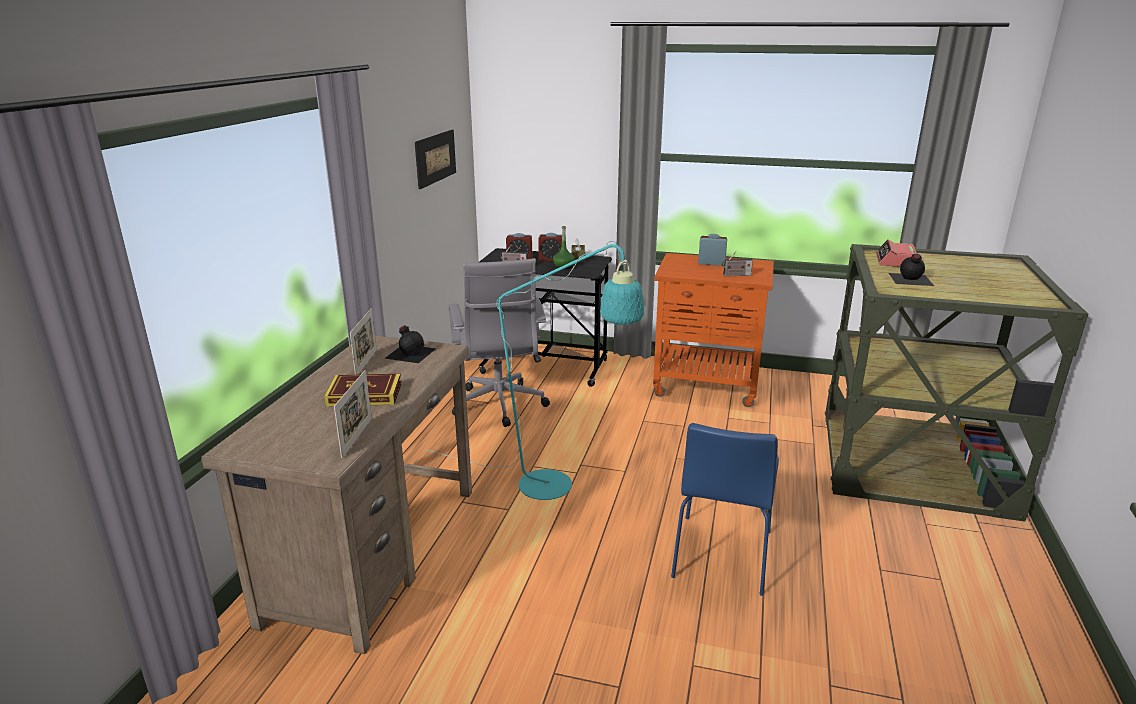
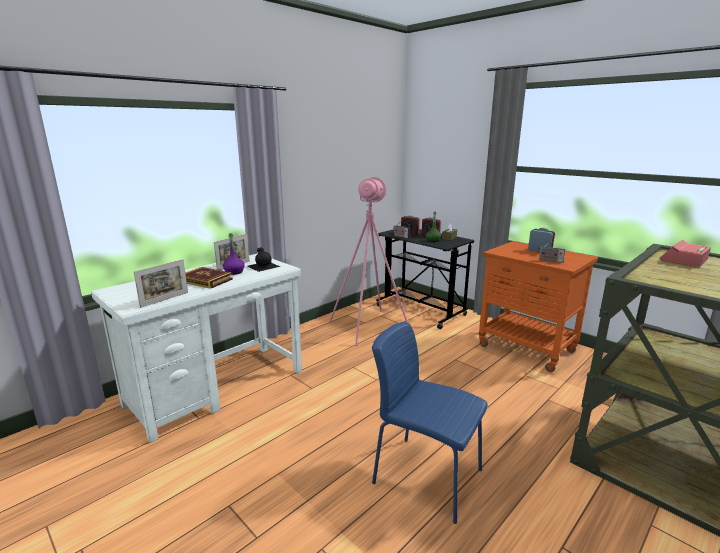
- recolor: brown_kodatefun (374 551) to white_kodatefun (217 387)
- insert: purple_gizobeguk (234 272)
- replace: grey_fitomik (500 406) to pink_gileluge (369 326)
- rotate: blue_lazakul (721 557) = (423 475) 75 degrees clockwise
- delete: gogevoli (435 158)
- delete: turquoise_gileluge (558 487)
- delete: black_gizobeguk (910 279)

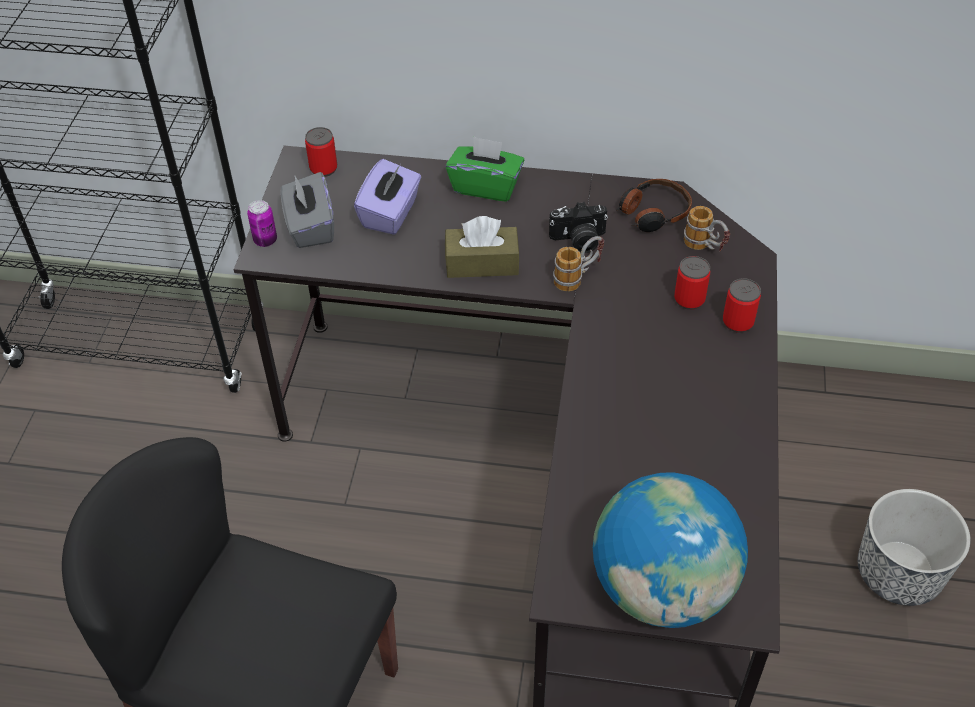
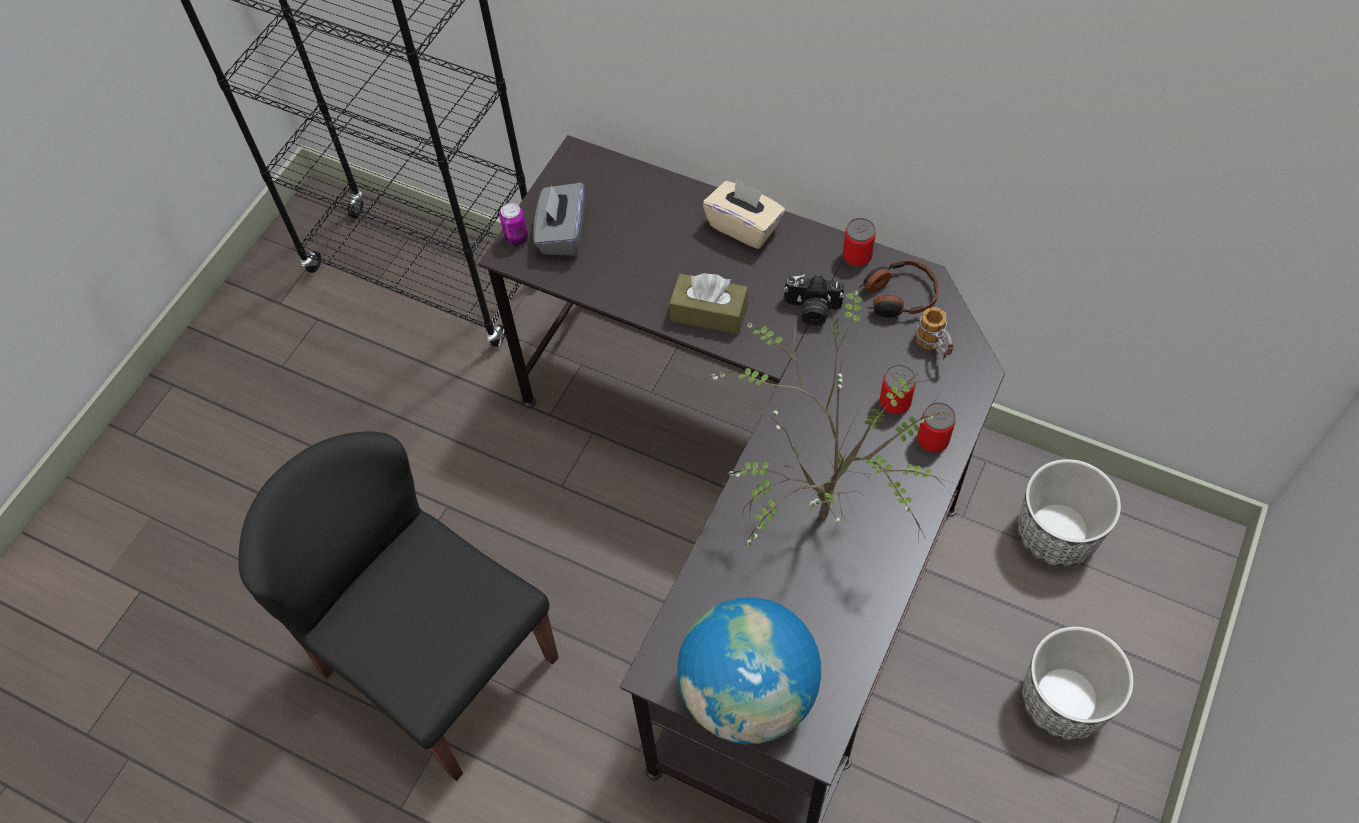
- recolor: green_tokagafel (486 186) to beige_tokagafel (744 226)
- insert: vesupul (818 509)
- move: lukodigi (323 168) to (857 256)
- insert: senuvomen (1057 533)
- delete: purple_tokagafel (390 214)
- delete: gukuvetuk (578 277)

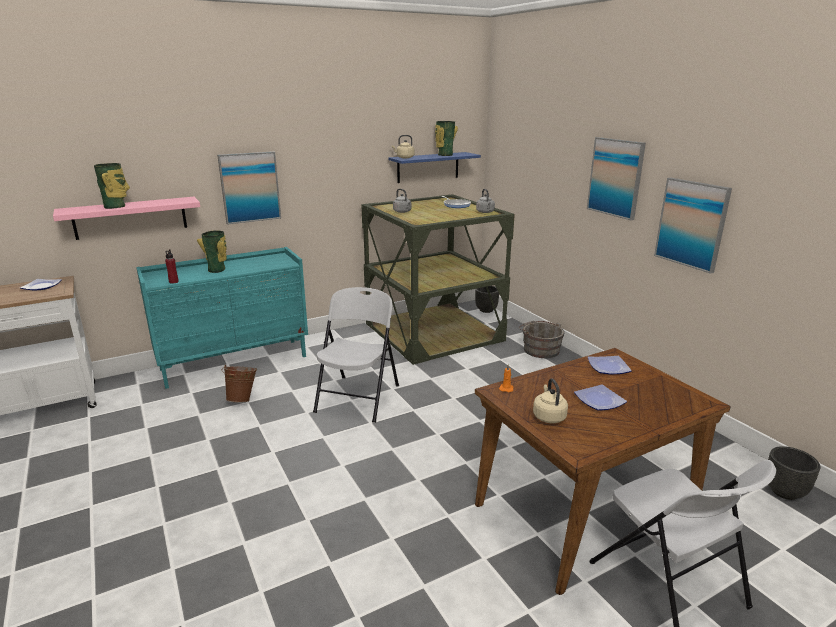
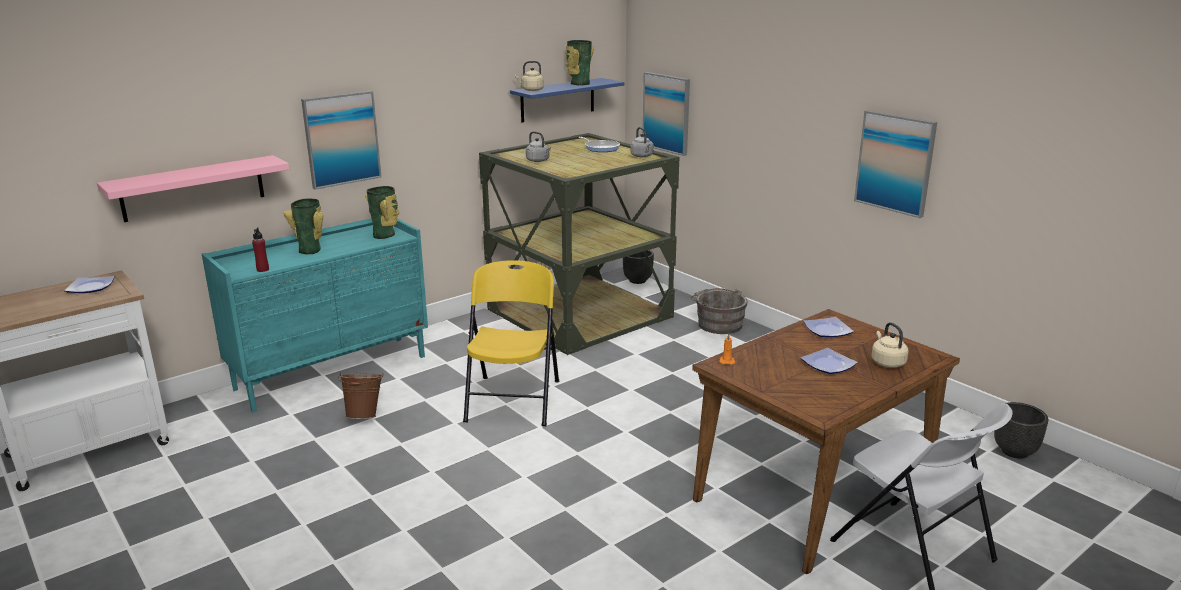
- move: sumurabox (116 206) to (385 235)
- recolor: white_lazakul (358 398) to yellow_lazakul (513 401)
- move: gogevoli (616 177) to (667 113)
- move: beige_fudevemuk (548 416) to (887 362)

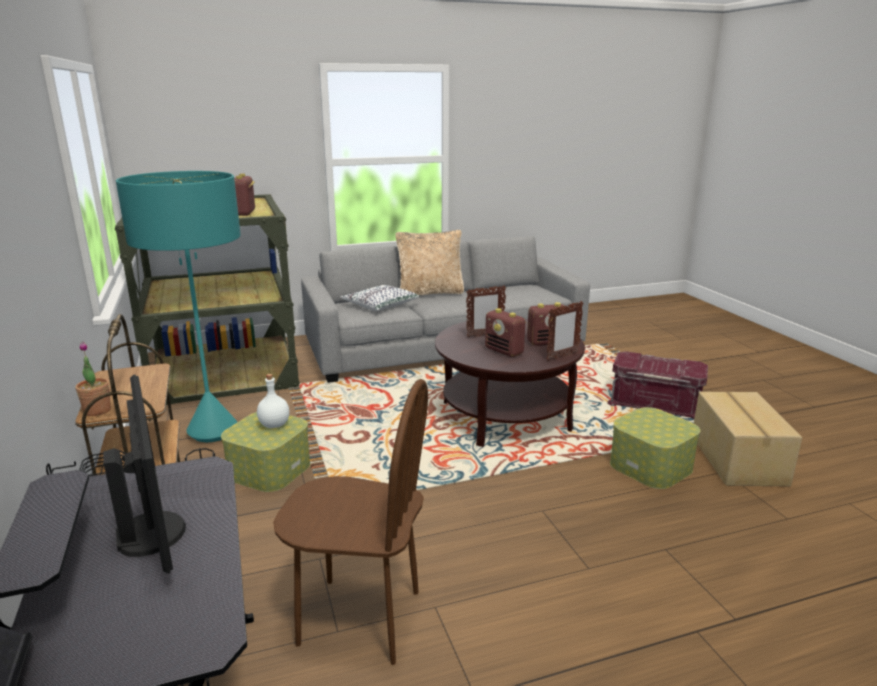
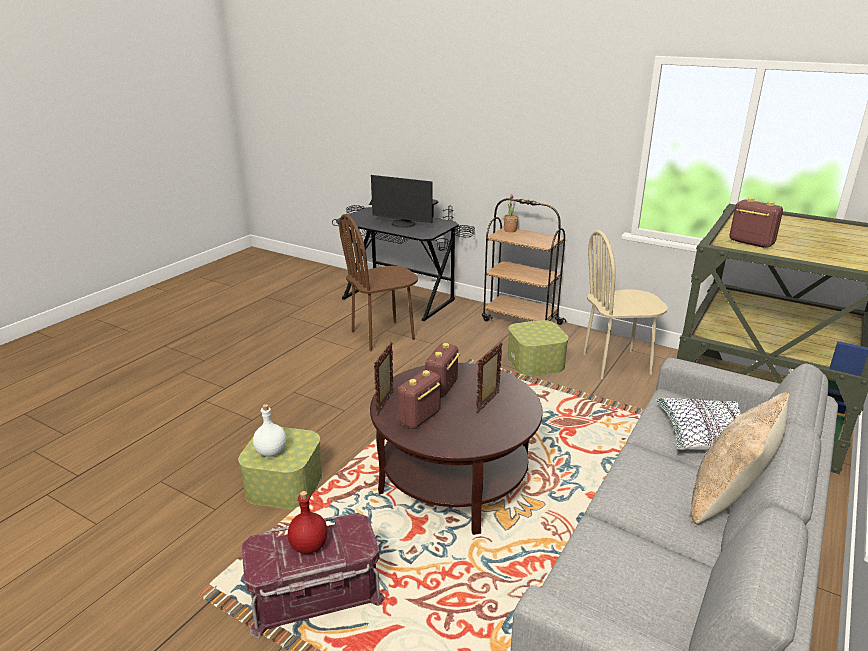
- move: white_gizobeguk (274 424) to (271 452)
- insert: red_gizobeguk (309 546)
- rotate: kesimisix (504 351) = (442 389) 75 degrees counterclockwise
- replace: turquoise_gileluge (213 433) to beige_lazakul (616 364)
- delete: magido (736 459)

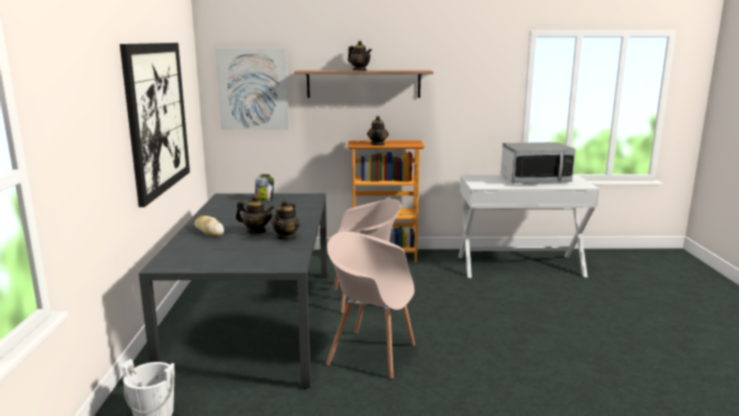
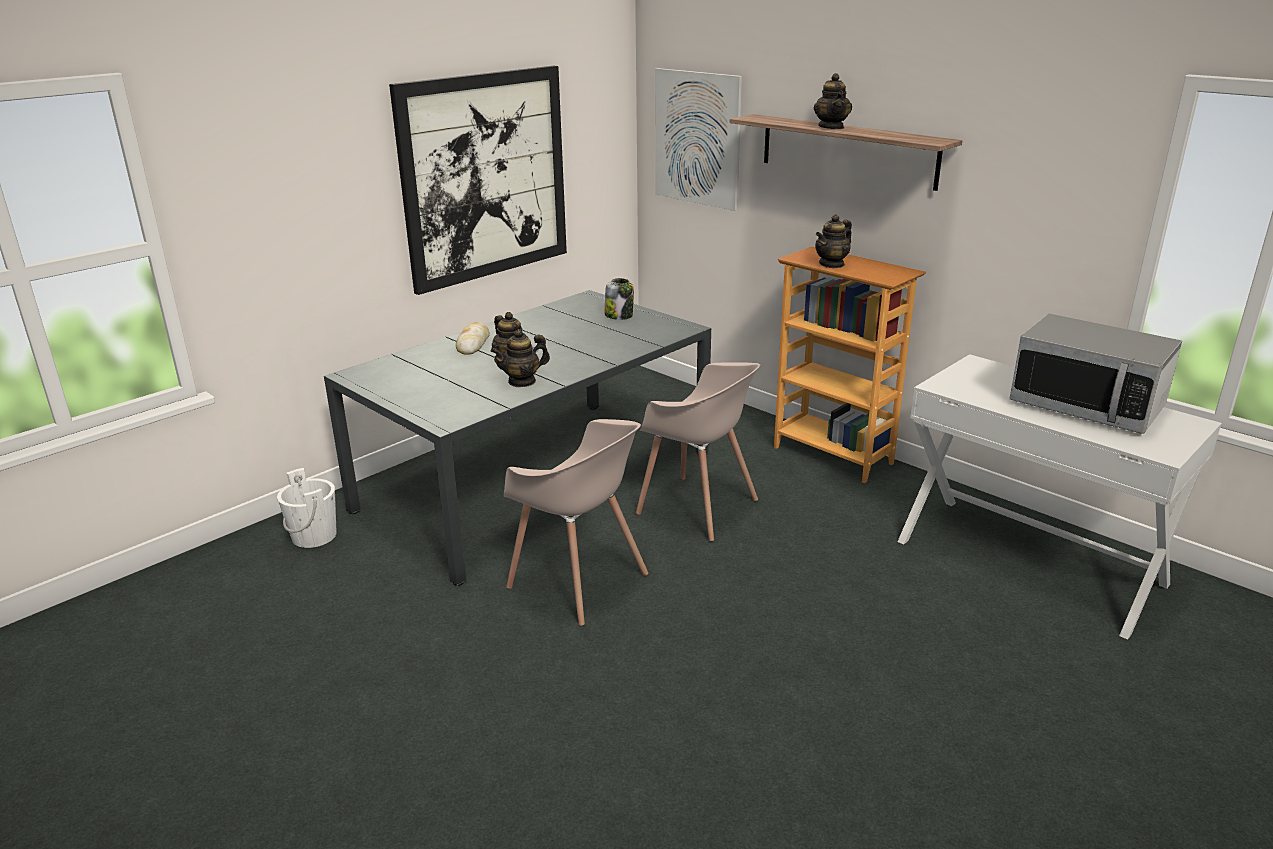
- rotate: beige_lazakul (370 354) = (578 582) 150 degrees clockwise

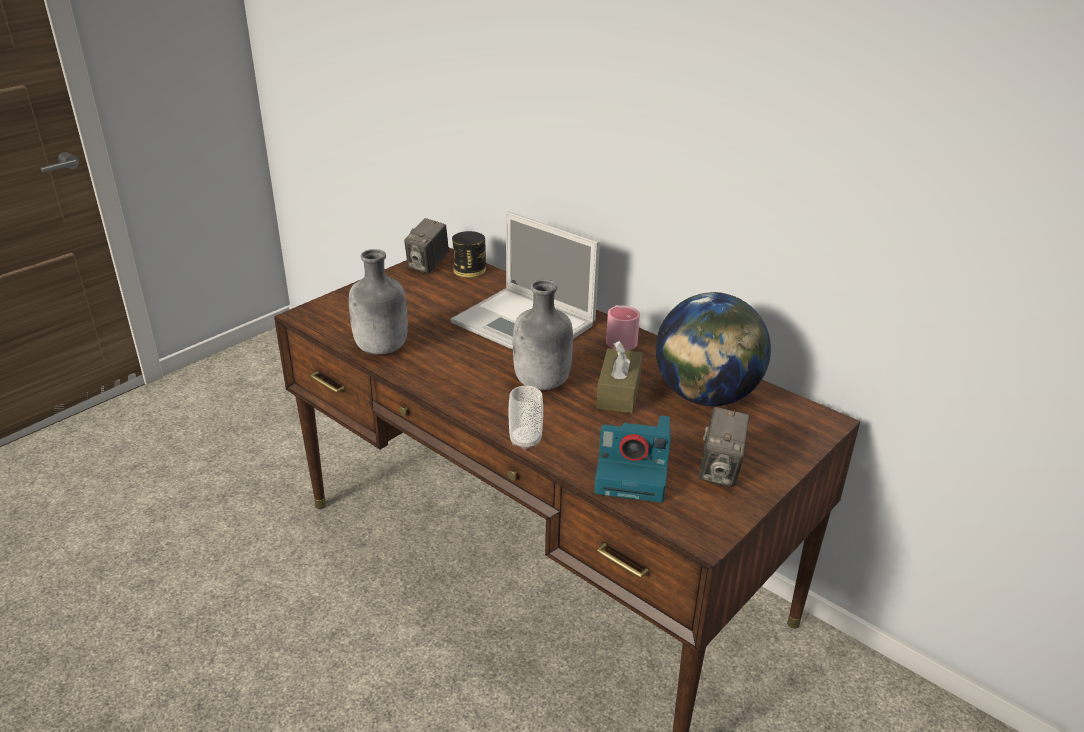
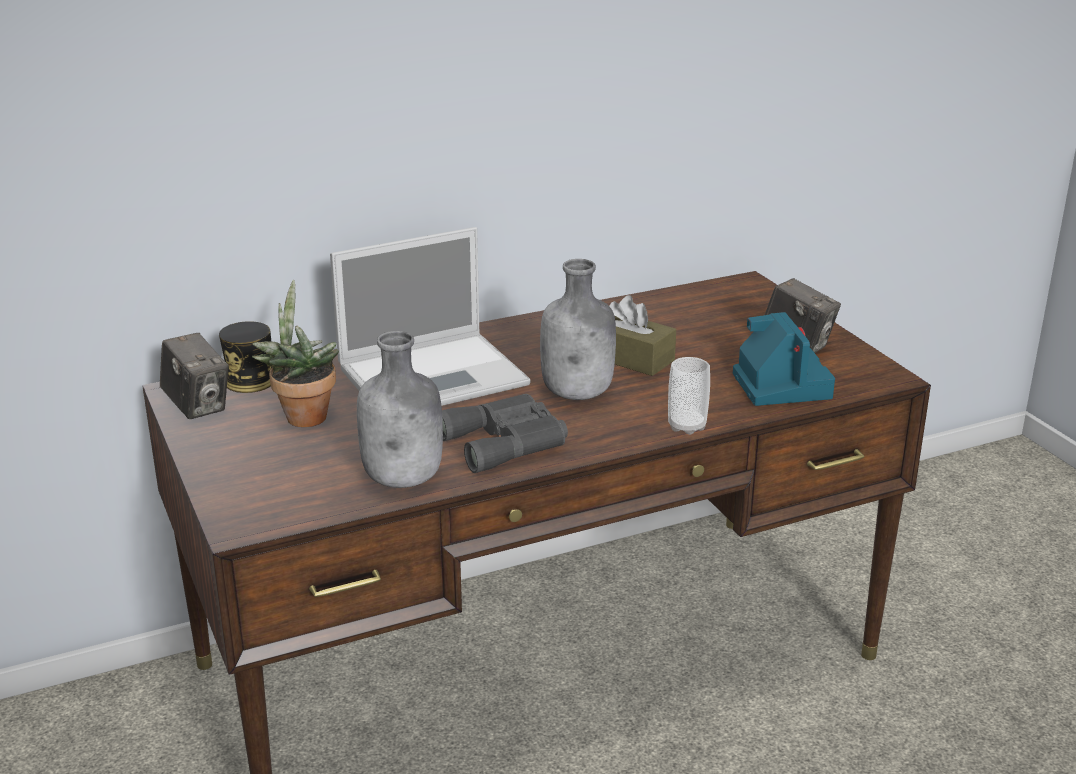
- insert: vesupul (303 415)
- insert: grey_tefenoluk (507 441)
- rotate: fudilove (634 474) = (779 384) 45 degrees counterclockwise
- delete: pink_gukuvetuk (619 338)
- delete: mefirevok (705 397)

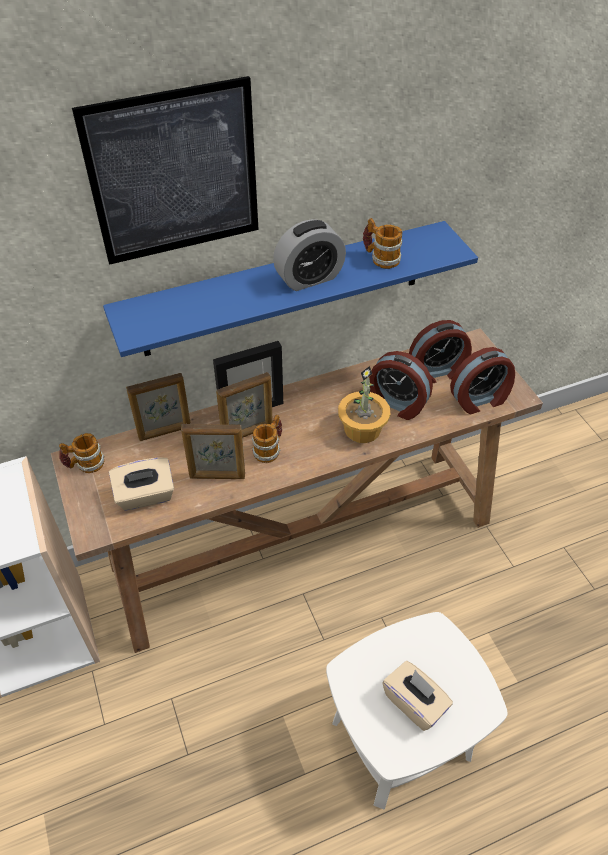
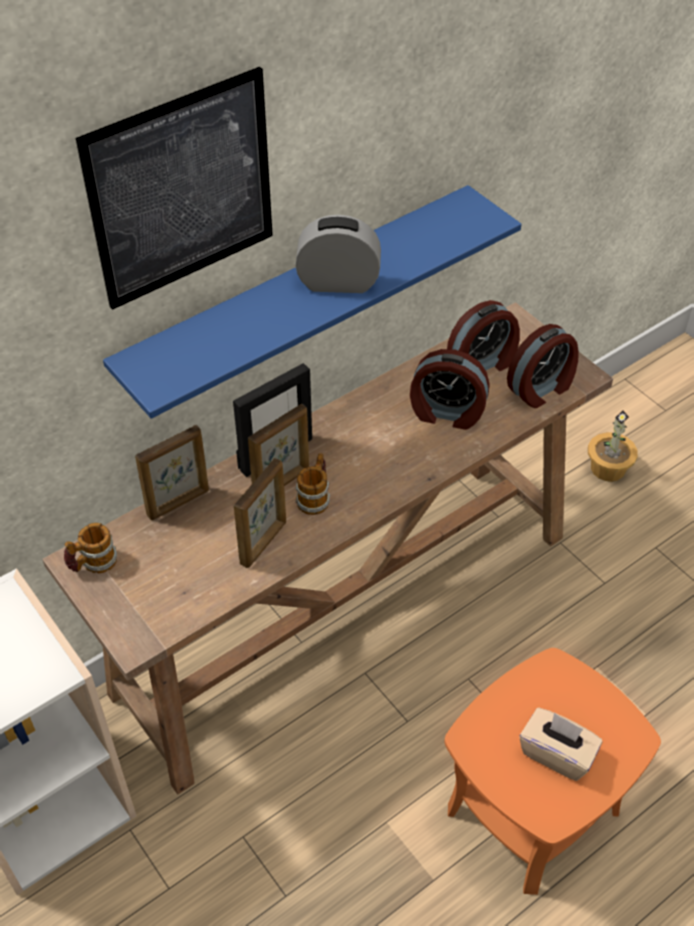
- rotate: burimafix (217 476) = (264 543) 45 degrees counterclockwise
- rotate: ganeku (309 278) = (338 282) 135 degrees counterclockwise
- recolor: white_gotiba (401 736) to orange_gotiba (533 809)
- move: vesupul (363 429) to (608 468)
- delete: beige_tokagafel (145 496)
- delete: gukuvetuk (380 258)

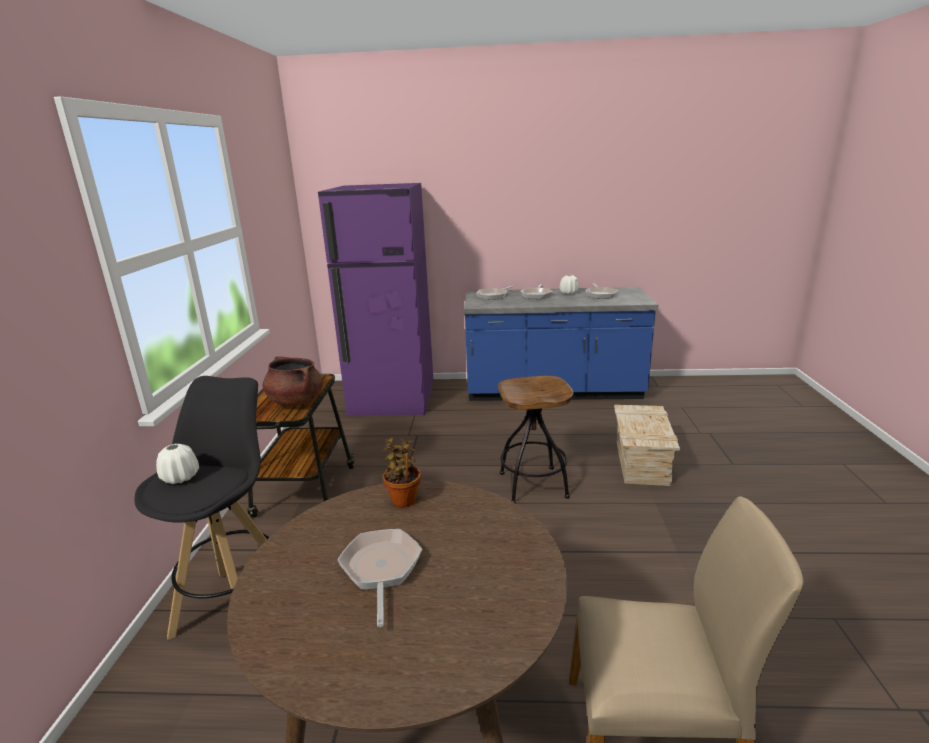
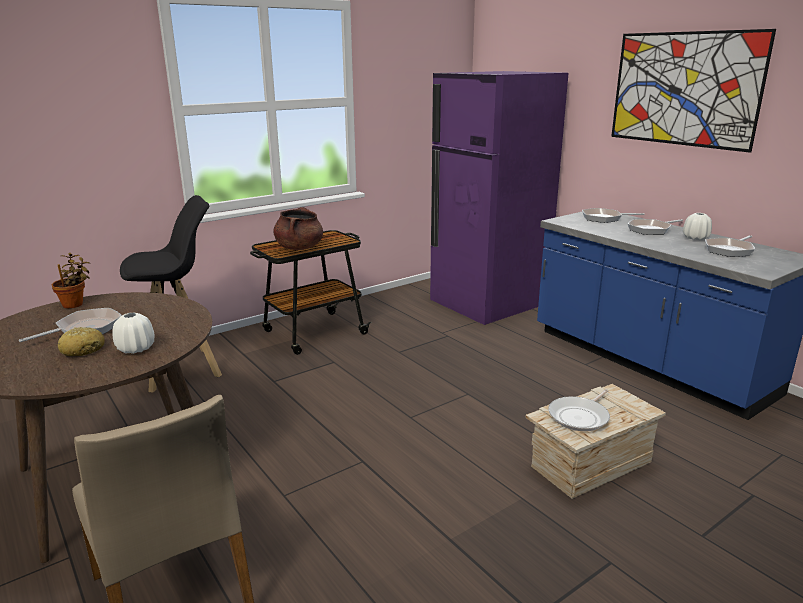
- move: vesupul (404 499) to (75 304)
- insert: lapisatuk (83 350)
- move: white_sumurabox (180 478) to (136 349)
- insert: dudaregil (580 416)
- insert: gogevoli (684 89)
- delete: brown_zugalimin (533 485)

